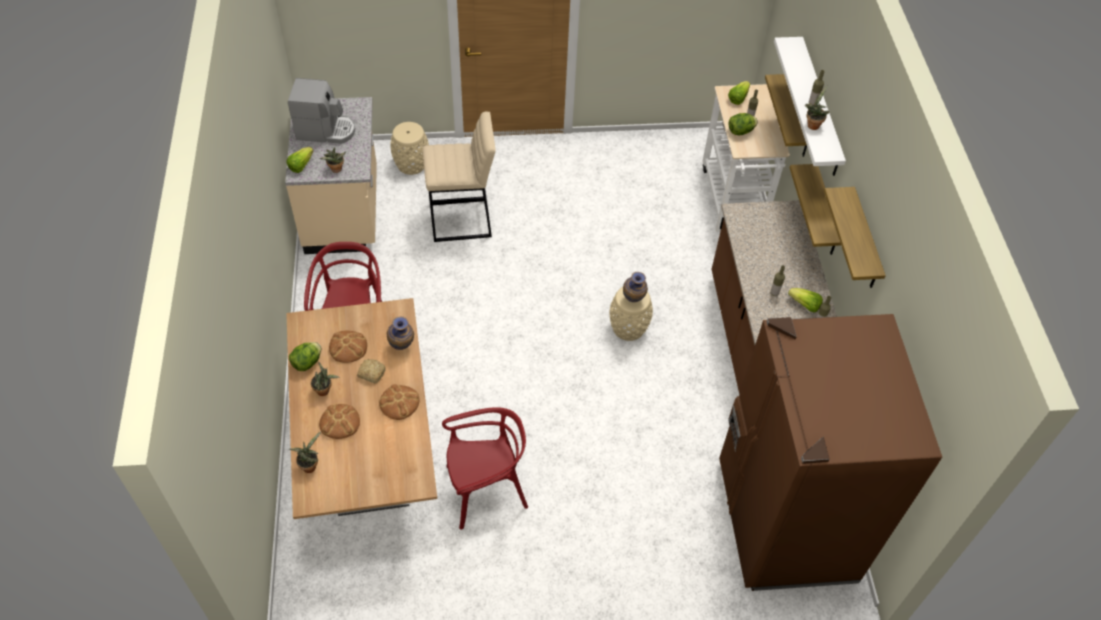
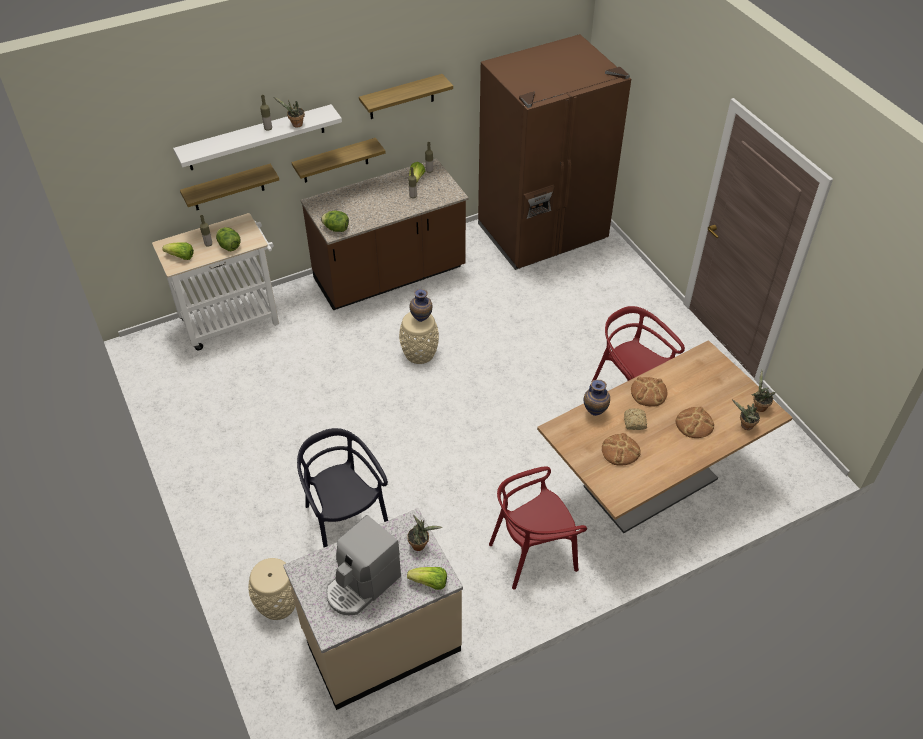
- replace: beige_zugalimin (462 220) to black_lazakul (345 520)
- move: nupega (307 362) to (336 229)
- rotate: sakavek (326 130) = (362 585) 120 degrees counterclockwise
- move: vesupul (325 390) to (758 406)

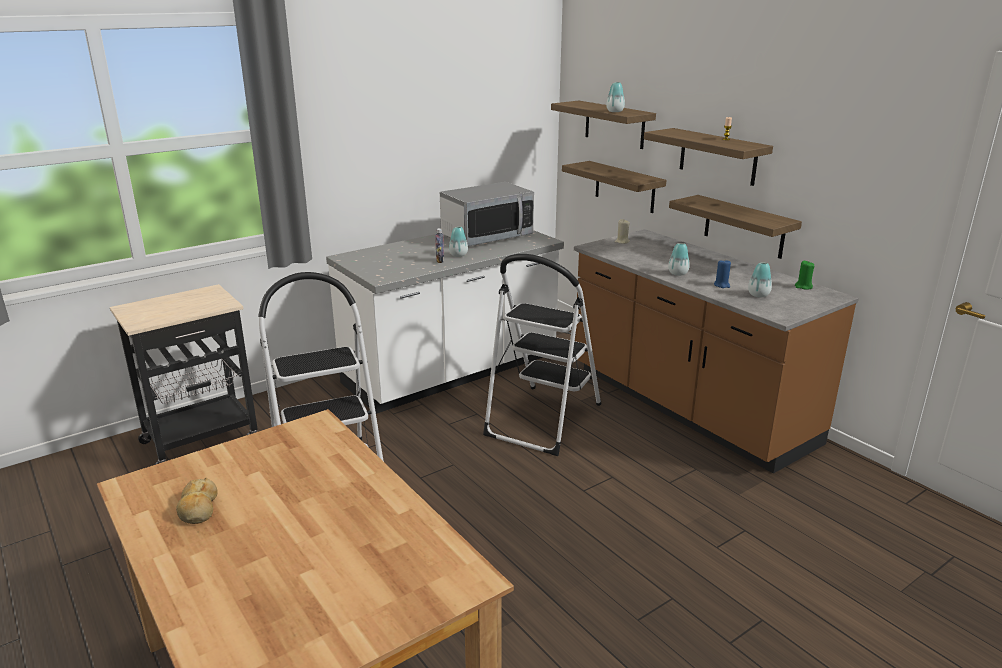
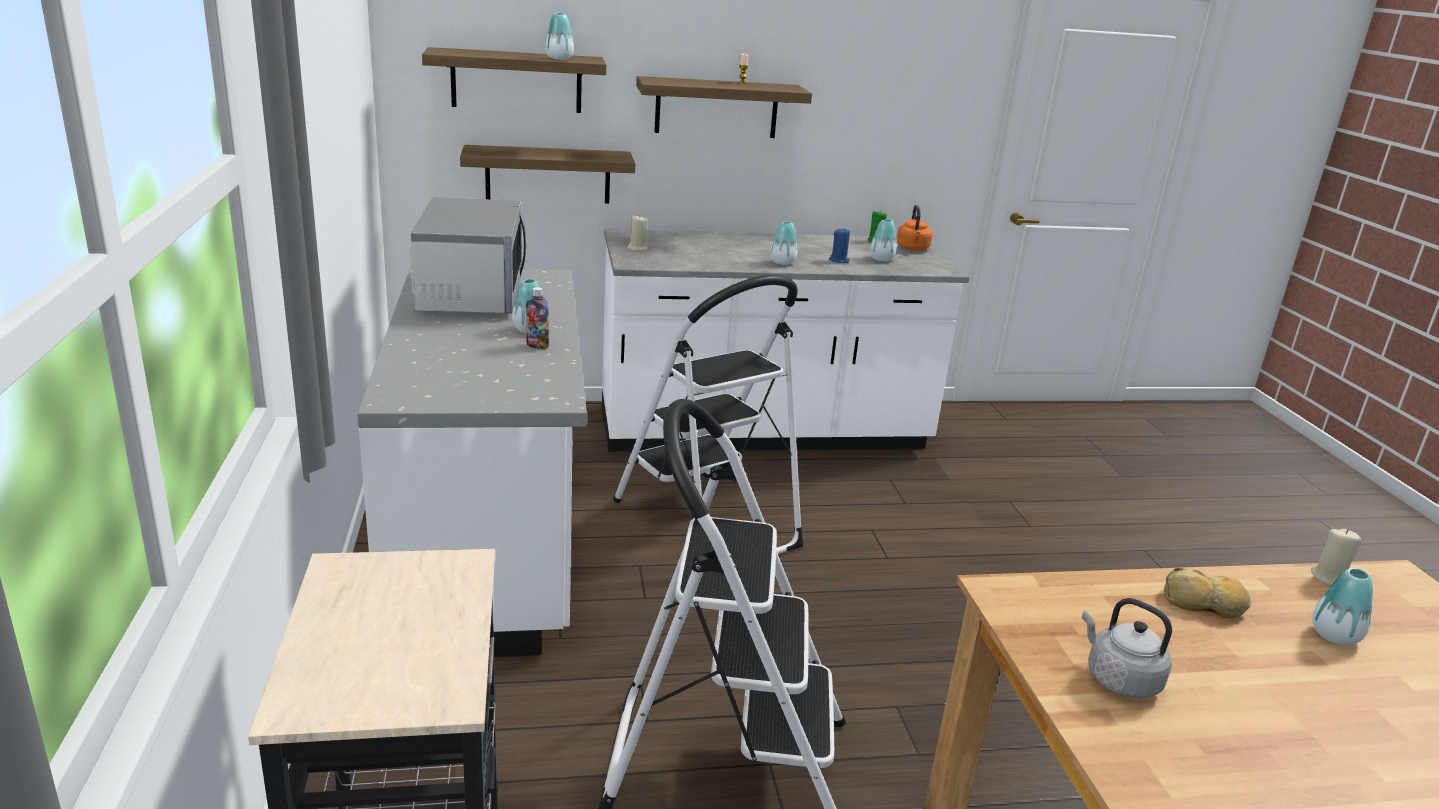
- recolor: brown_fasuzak (687 406) to white_fasuzak (763 432)
- insert: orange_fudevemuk (913 249)
- insert: grey_fudevemuk (1118 679)
- move: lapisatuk (198 509) to (1204 604)
- insert: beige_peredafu (1329 578)
- insert: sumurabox (1334 636)
- delete: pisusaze (744 227)

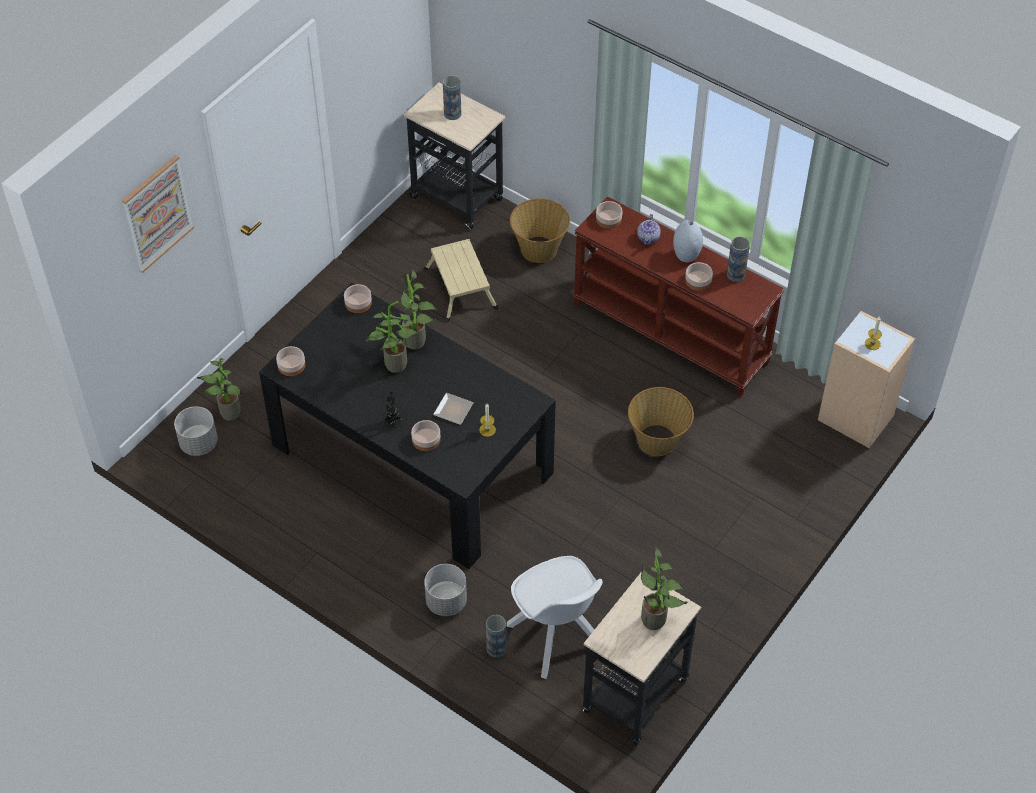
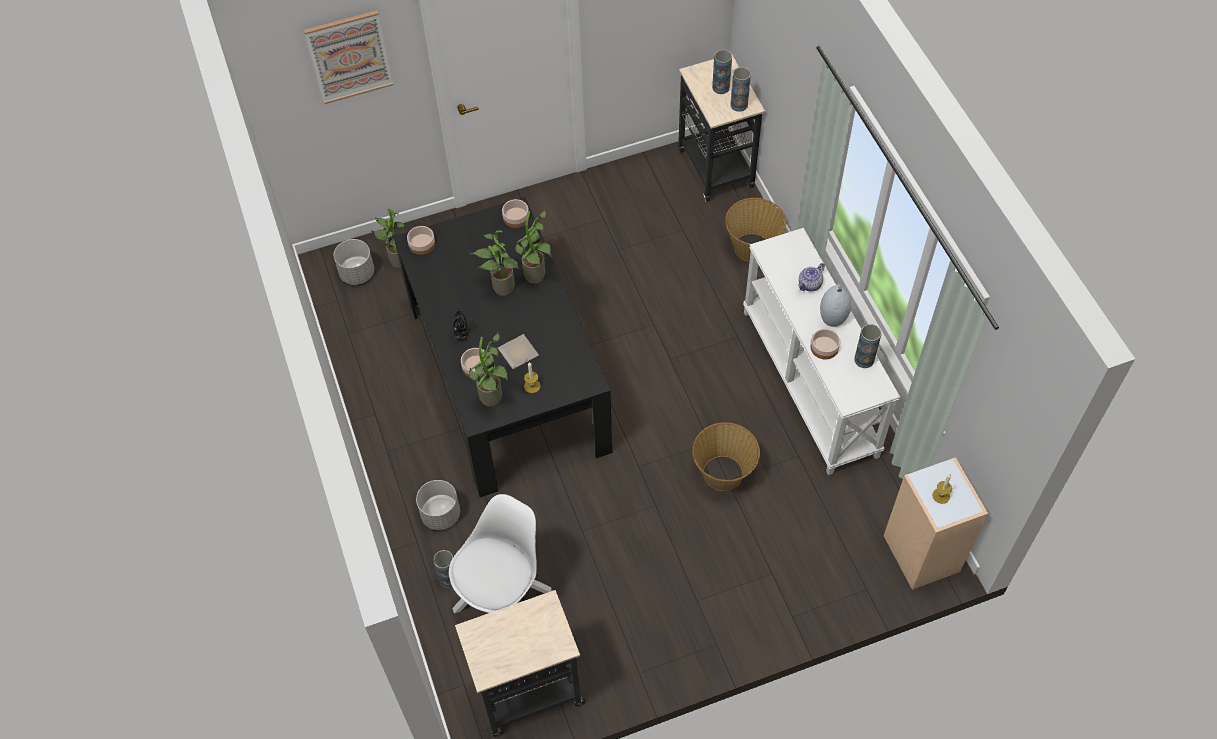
- rotate: white_lazakul (556 637) = (504 599) 150 degrees counterclockwise
- move: vesupul (657 620) to (494 399)
- insert: sumurabox (739 105)
- recolor: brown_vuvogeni (671 333) to white_vuvogeni (810 382)
- delete: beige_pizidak (460 287)
- delete: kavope (609 218)

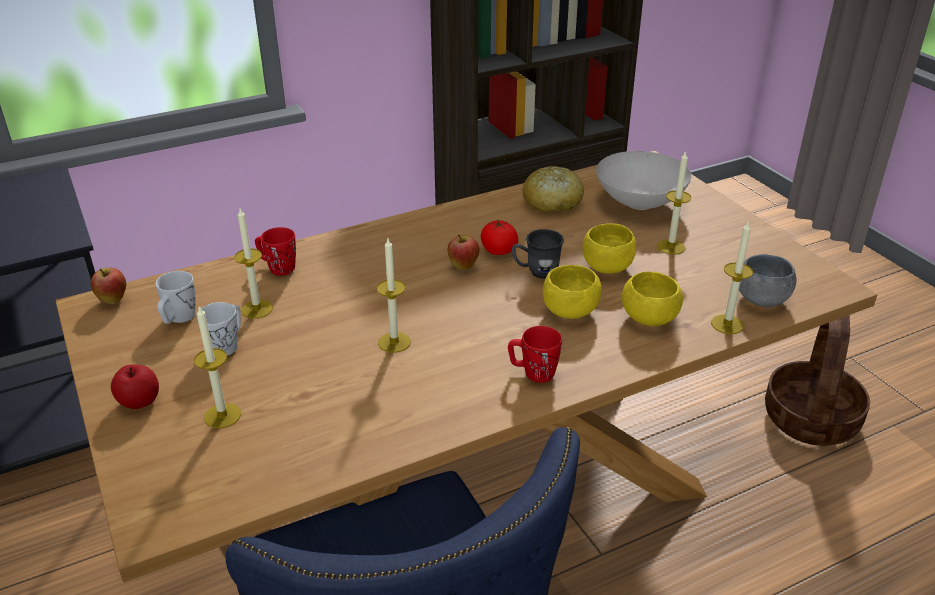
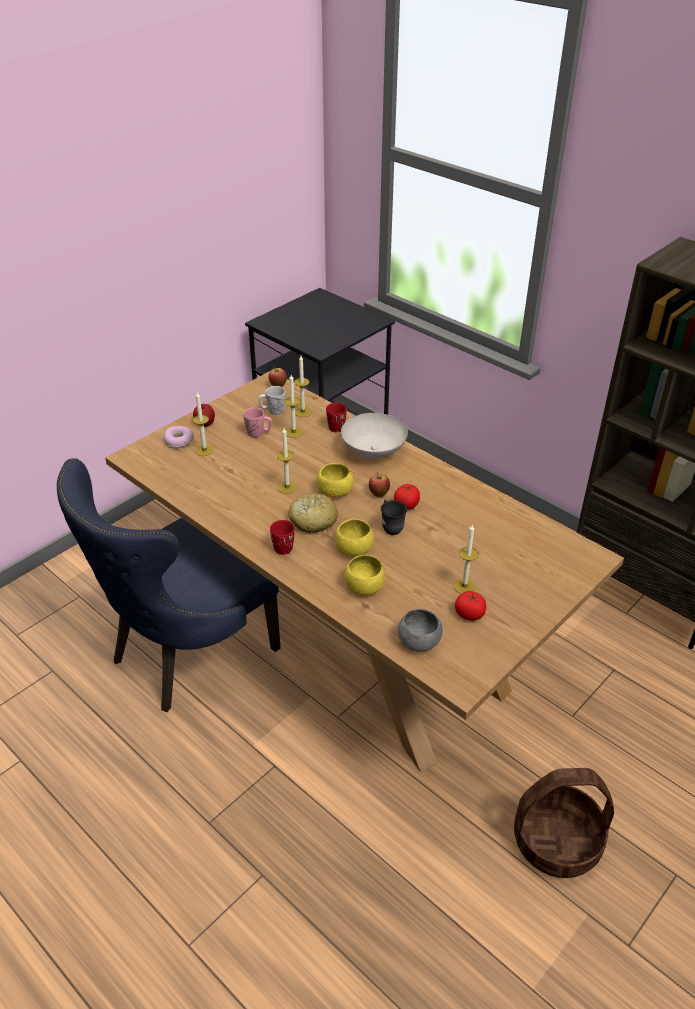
- insert: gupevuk (179 441)
- recolor: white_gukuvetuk (227 345) to pink_gukuvetuk (258 433)
- move: lapisatuk (552 202) to (312 520)
- move: peredafu (727 324) to (302 412)
- move: yellow_kavope (607 267) to (335 492)
- move: white_kavope (641 202) to (374 452)
- insert: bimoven (469 614)

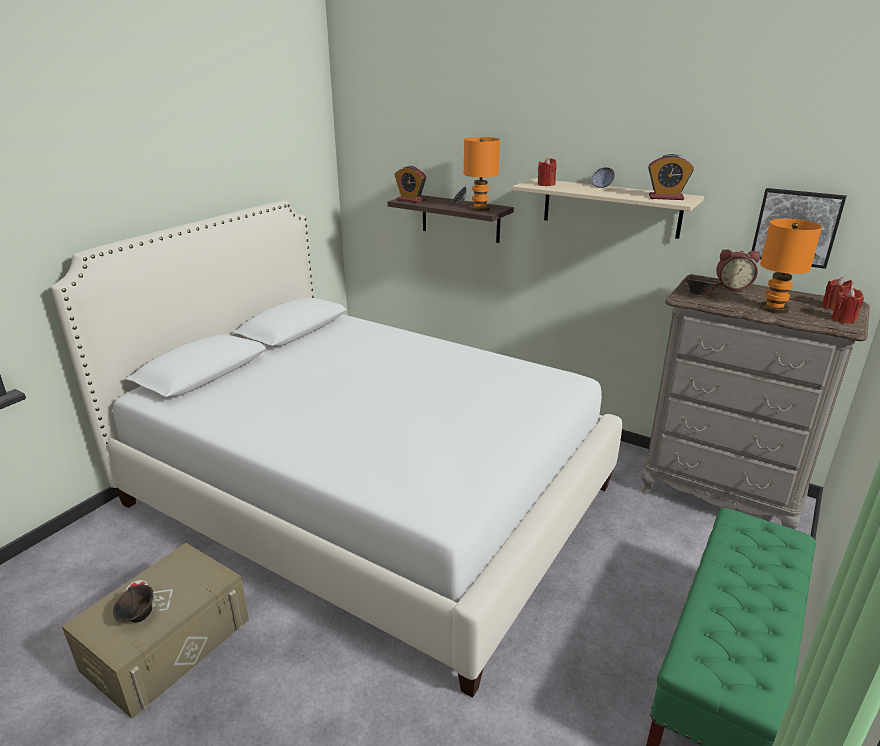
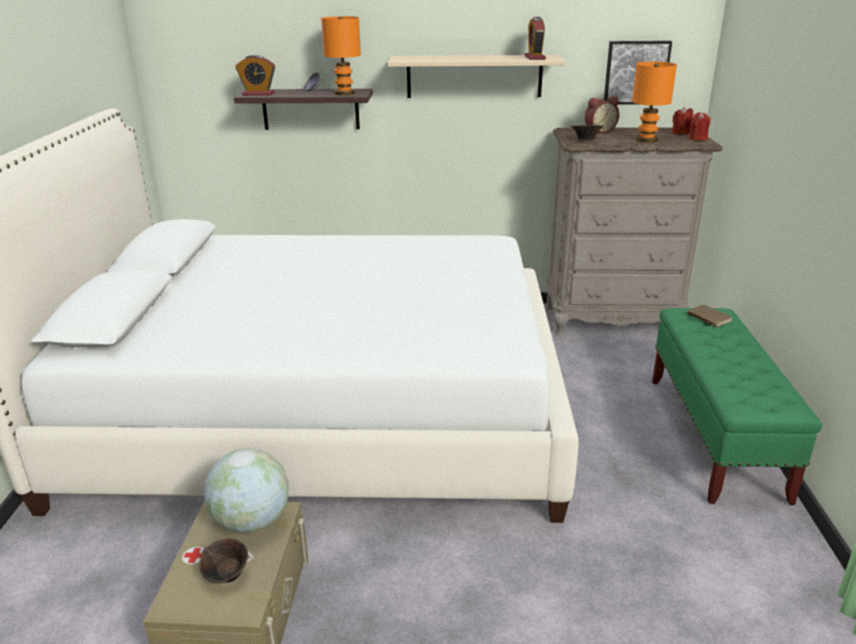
- insert: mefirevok (252 521)
- rotate: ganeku (666 197) = (534 57) 105 degrees clockwise
- insert: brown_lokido (708 318)
- delete: red_peredafu (546 184)
- delete: kavope (601 186)

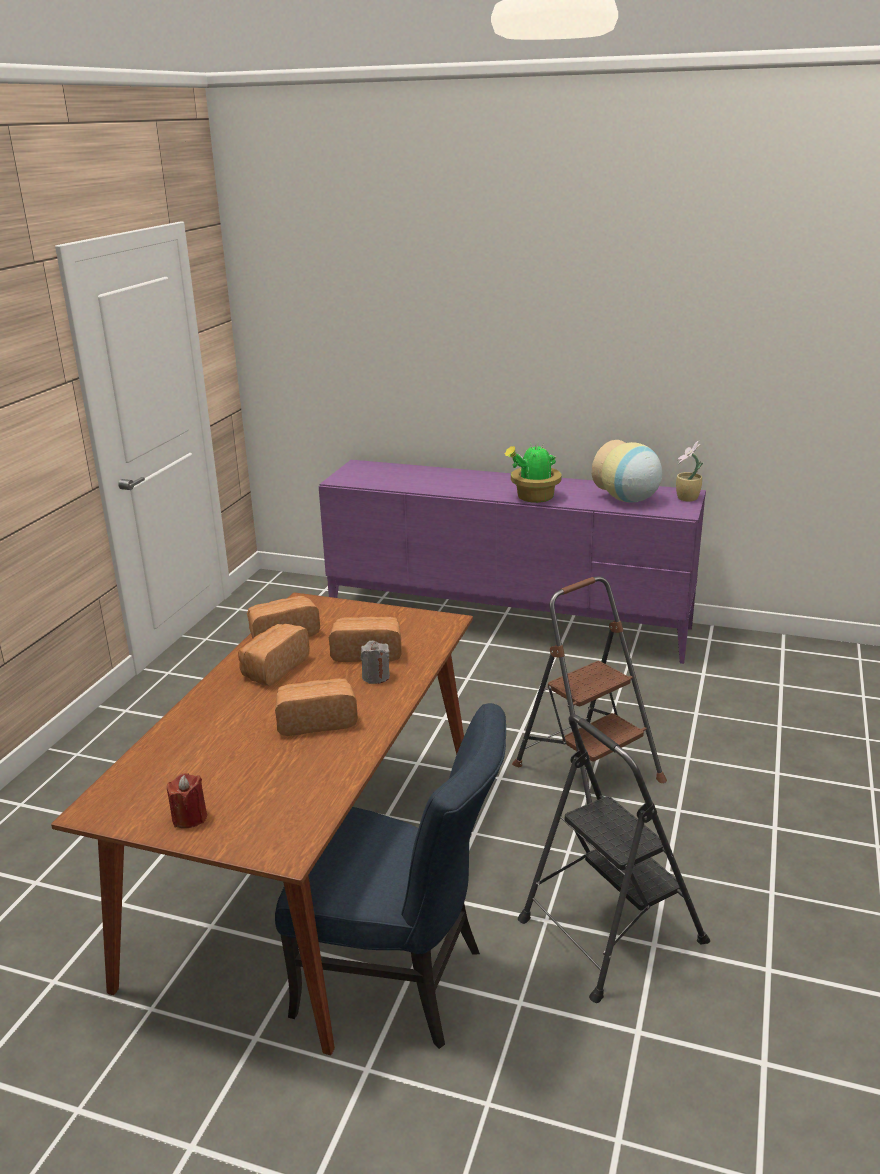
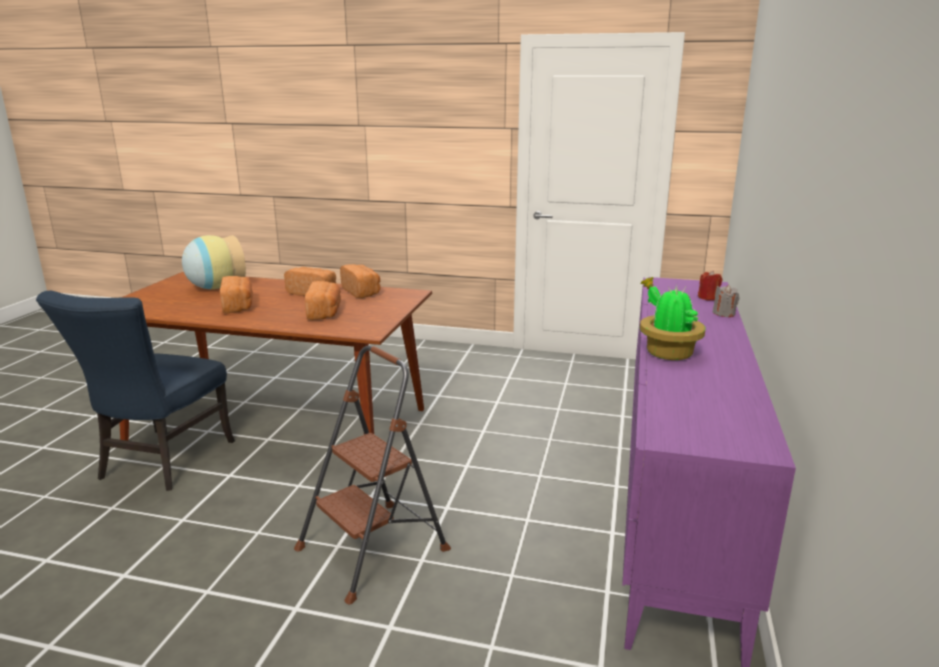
- move: sumurabox (628 500) to (215 287)
- move: red_peredafu (189 818) to (708 298)
- move: grey_peredafu (376 677) to (724 314)
- delete: black_pizidak (607 931)
- delete: vesupul (687 499)

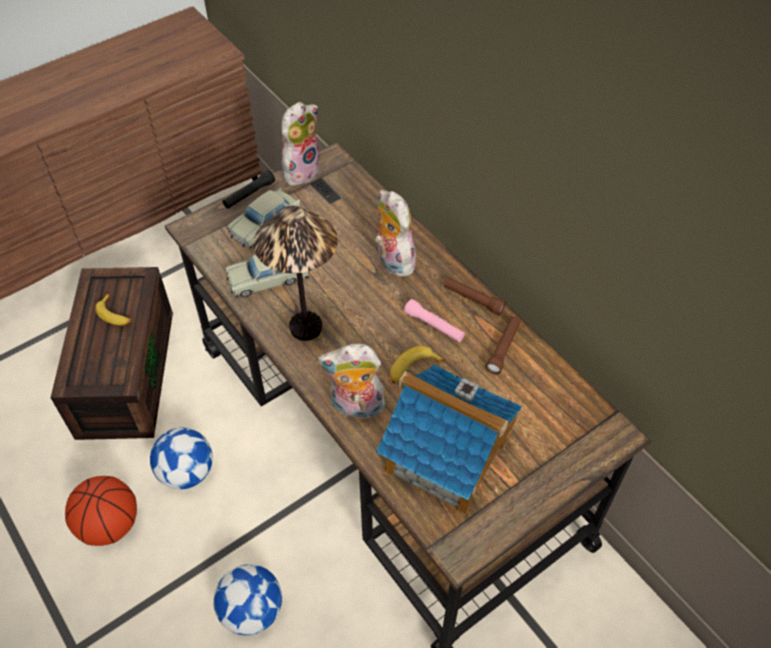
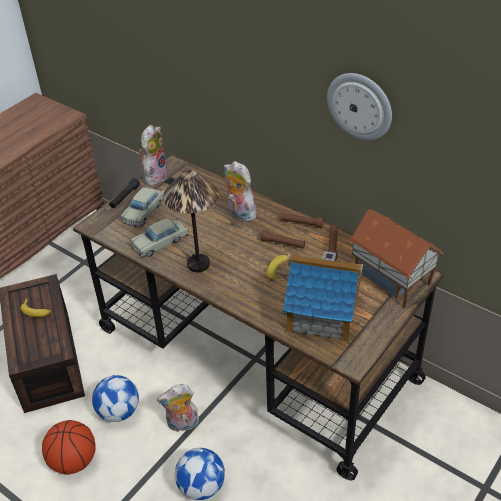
- move: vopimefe (356 407) to (182 425)
- recolor: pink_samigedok (434 326) to brown_samigedok (283 244)
- insert: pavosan (360 106)
- insert: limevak (390 279)

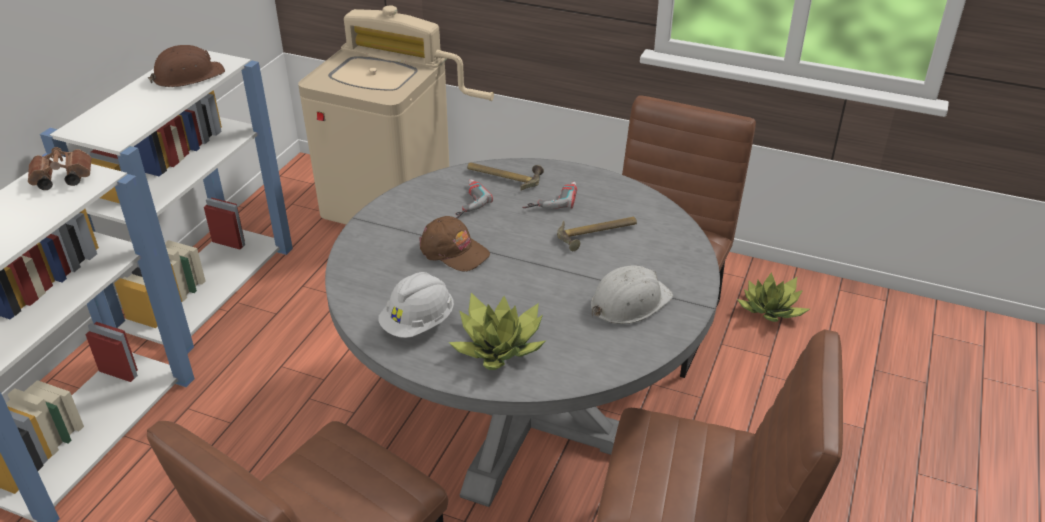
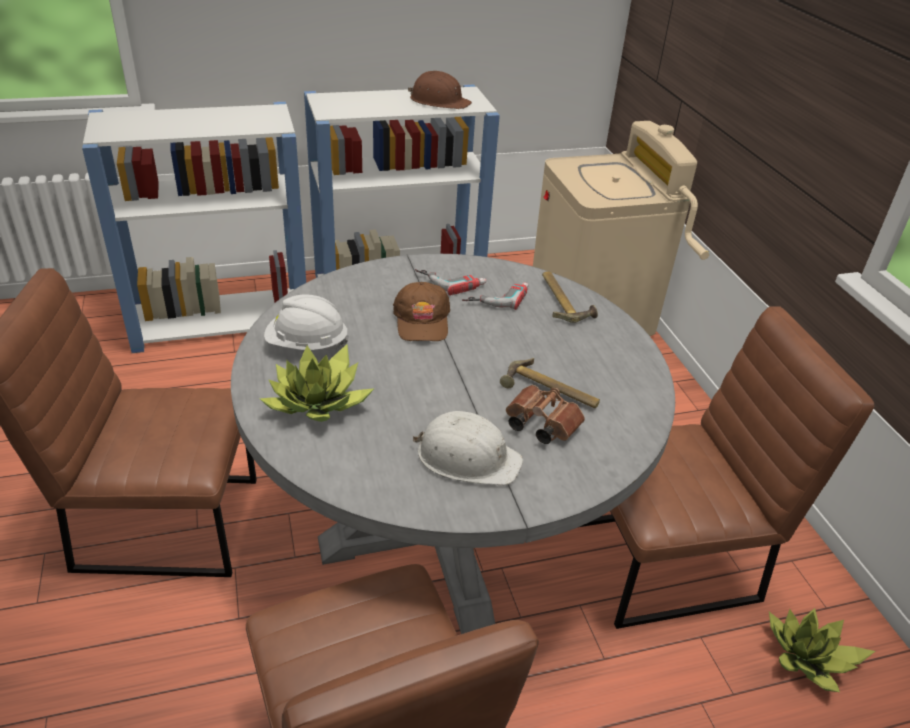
- move: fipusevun (550 199) to (451 280)
- move: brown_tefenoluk (60 180) to (539 425)

